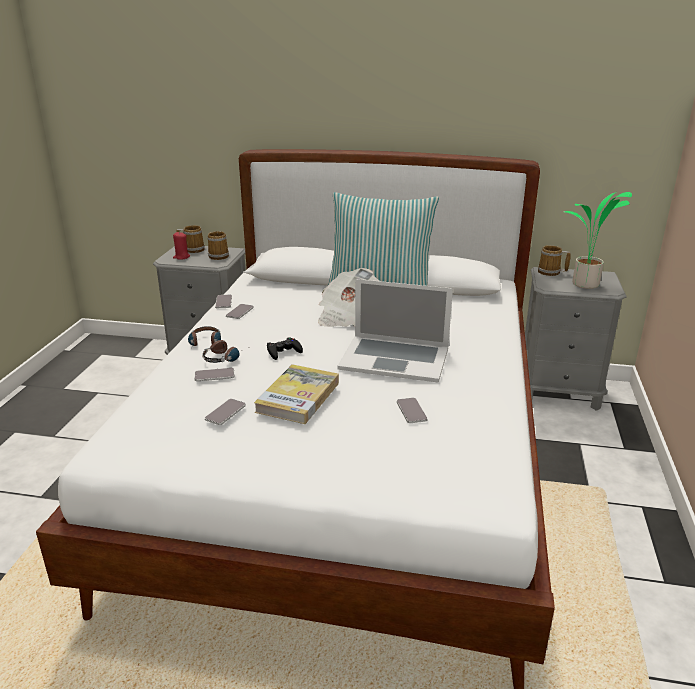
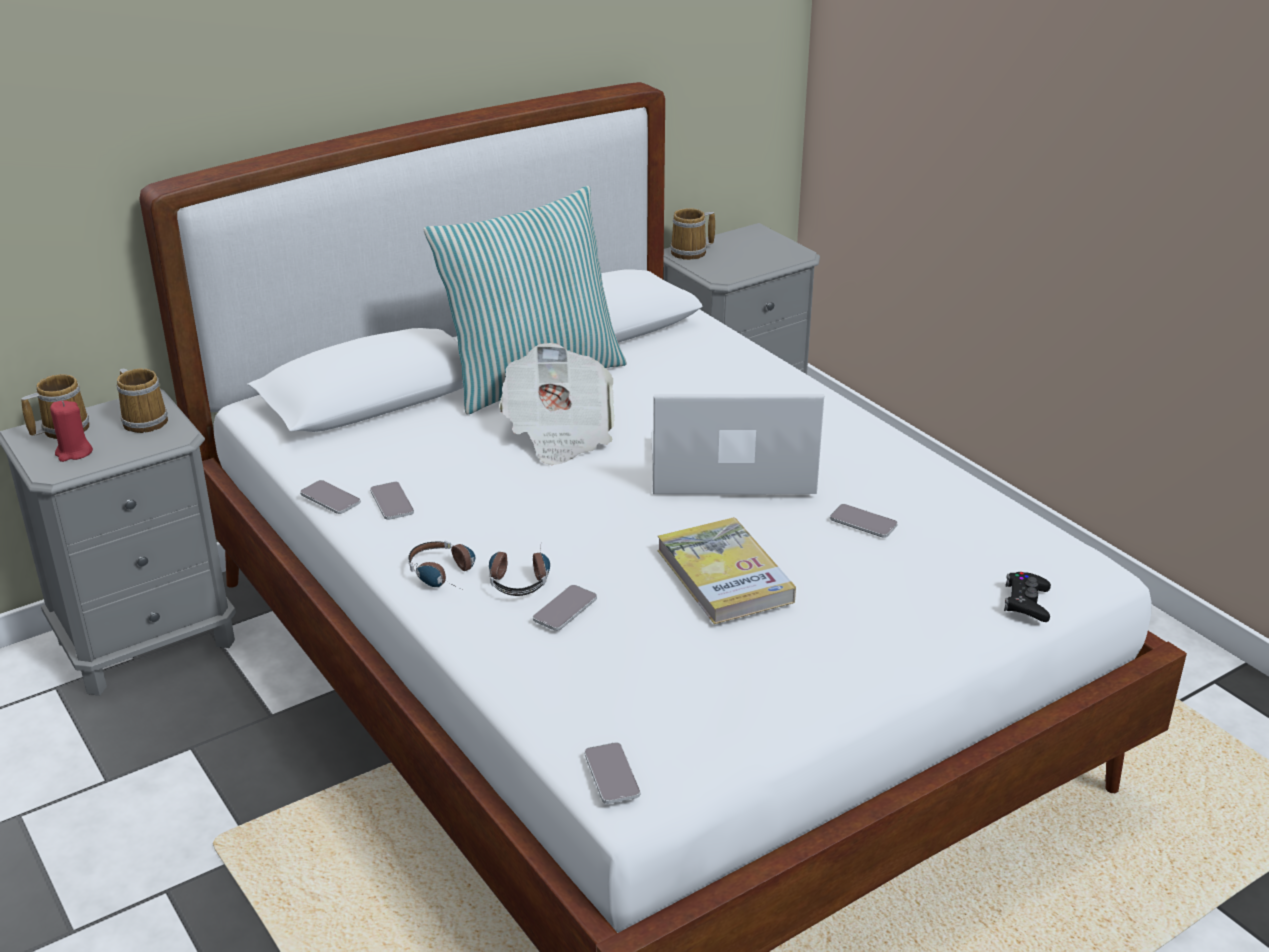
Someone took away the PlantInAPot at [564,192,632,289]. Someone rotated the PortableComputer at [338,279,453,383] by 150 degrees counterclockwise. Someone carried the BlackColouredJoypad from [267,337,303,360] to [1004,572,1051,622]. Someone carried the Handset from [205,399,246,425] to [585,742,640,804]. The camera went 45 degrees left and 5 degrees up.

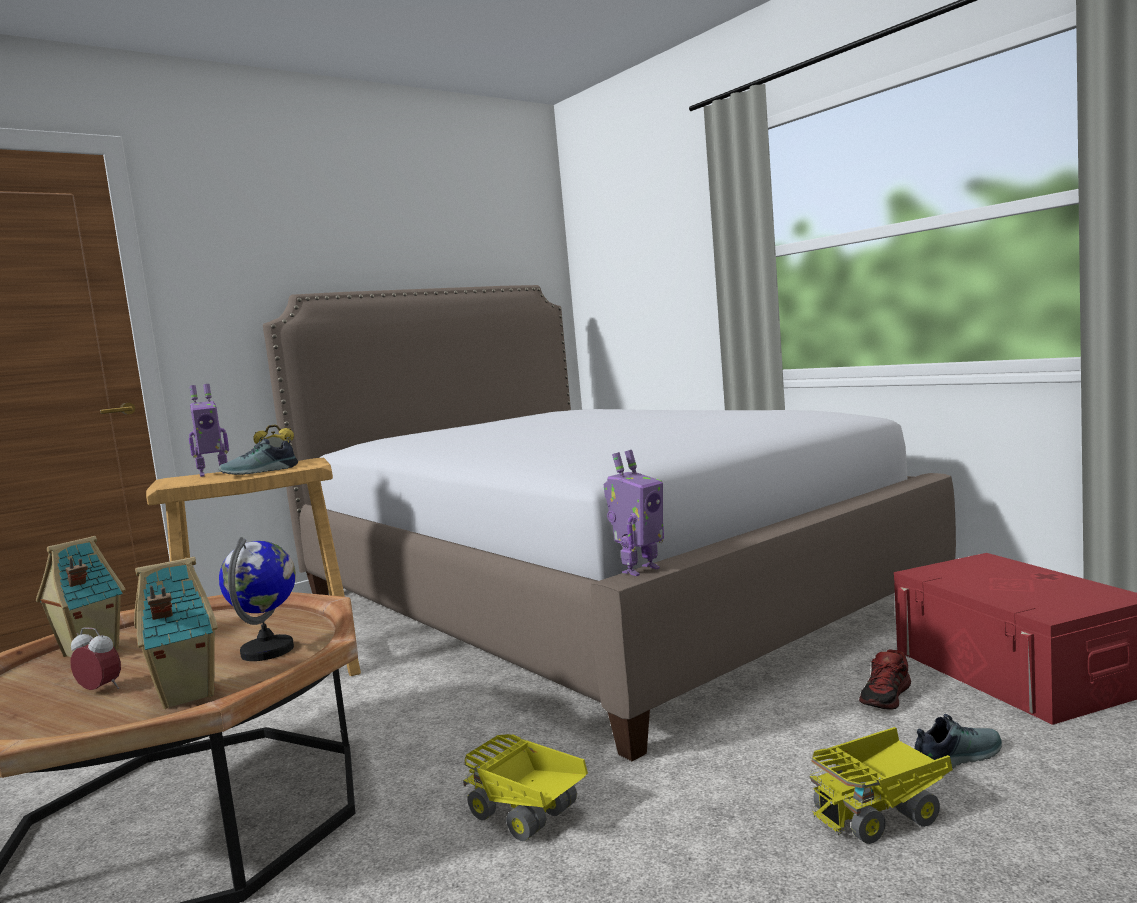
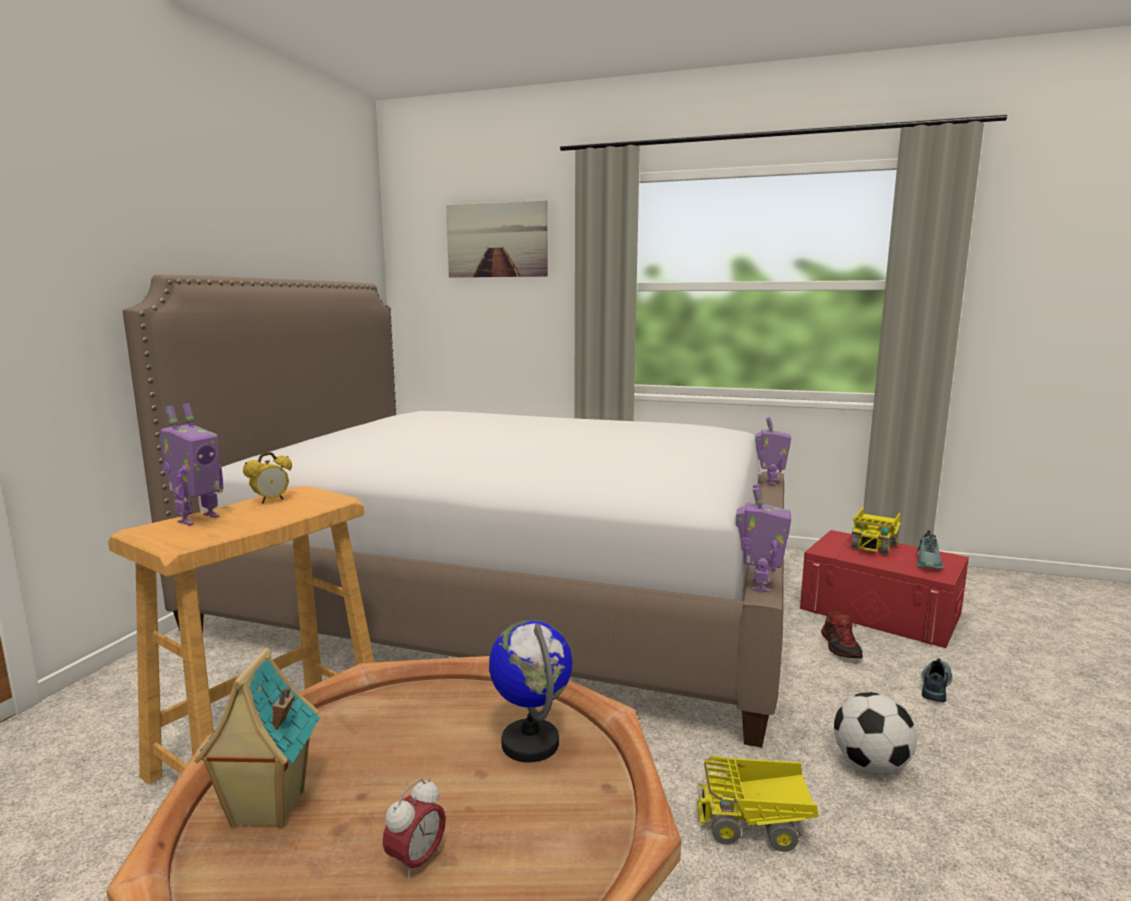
Someone carried the ItemOfFootwear from [219,437,298,475] to [916,530,944,569]. Someone took away the MiniatureHouse at [134,557,218,709]. Someone rotated the BedsideClock at [70,627,121,690] by 135 degrees clockwise. Someone carried the ToyLorry from [809,727,953,844] to [851,507,901,555]. Someone put up the Picture at [446,200,548,278]. Someone put down the RobotFigure at [755,417,791,486]. Someone put down the Football at [834,692,917,774]. The camera went 35 degrees left and 5 degrees up.

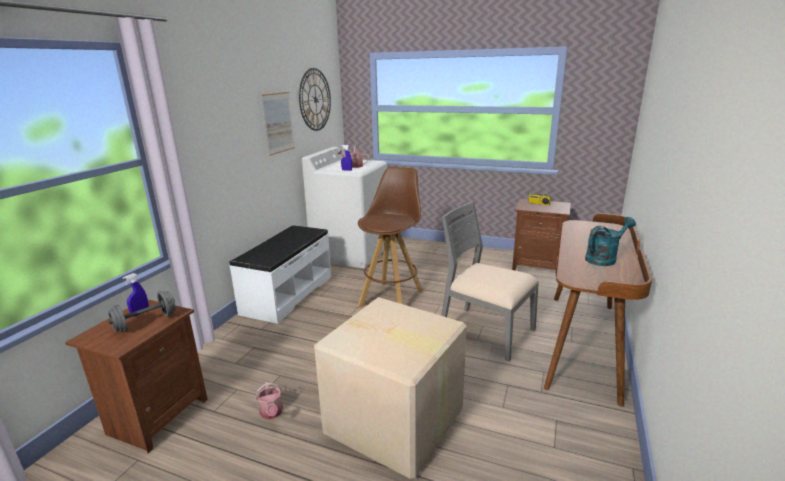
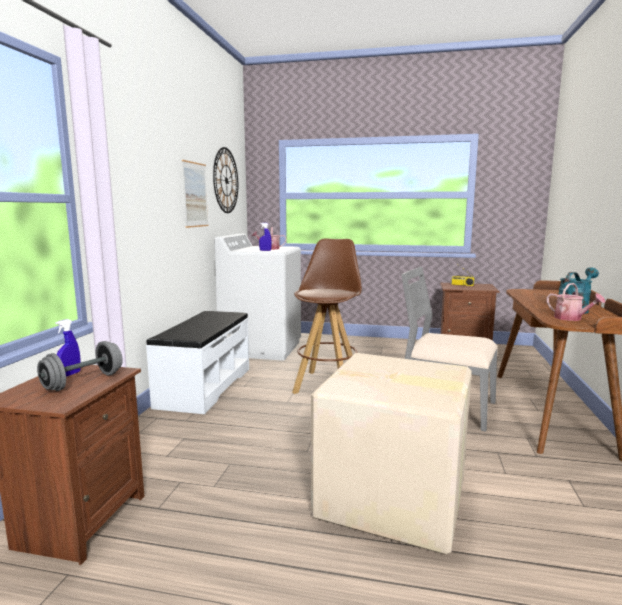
Someone carried the WateringCan from [256,382,283,419] to [546,283,605,321]. The camera went 10 degrees left and 10 degrees down.

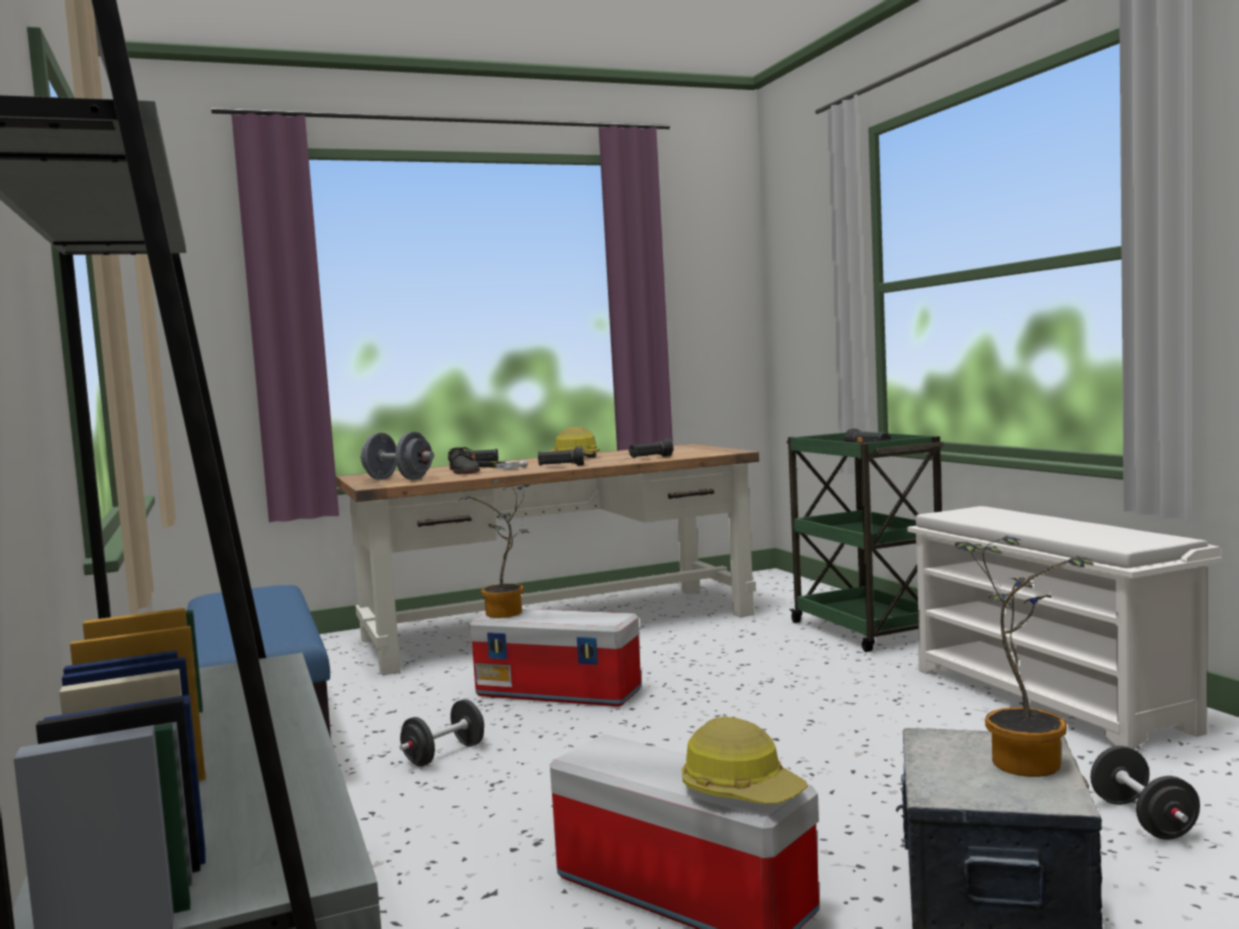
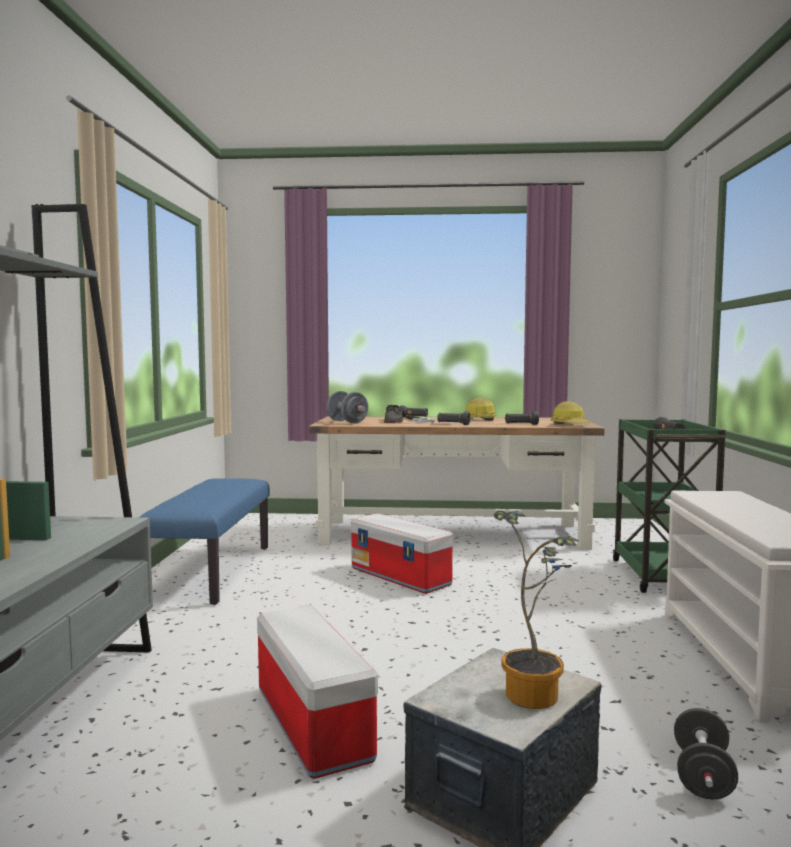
Someone took away the PlantInAPot at [459,479,530,618]. Someone took away the BlackColouredDumbbell at [400,699,484,767]. Someone carried the HardHat from [682,716,808,804] to [551,401,591,424]. The camera went 25 degrees right and 0 degrees up.

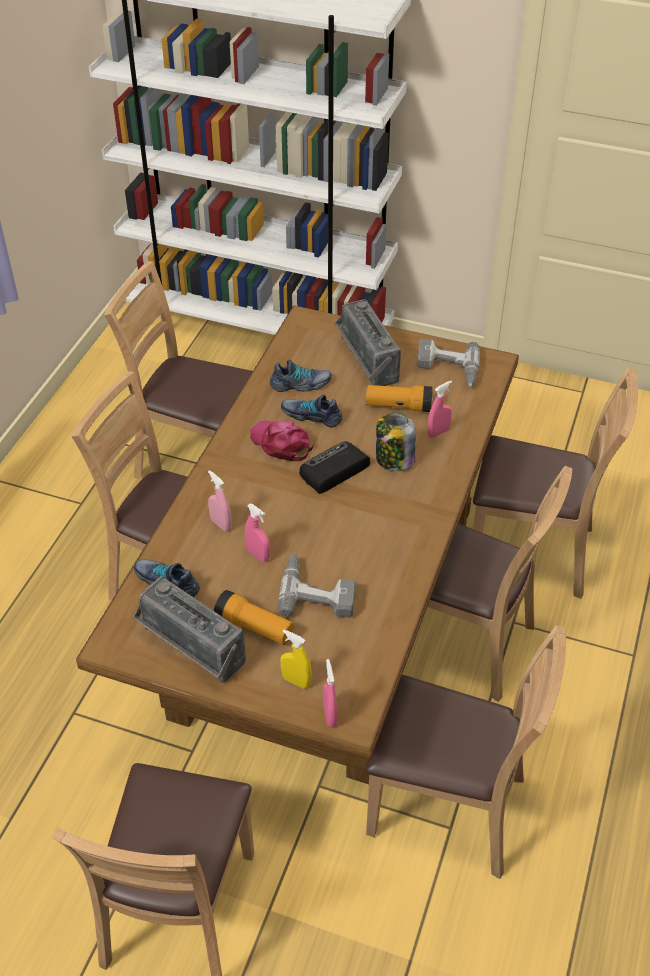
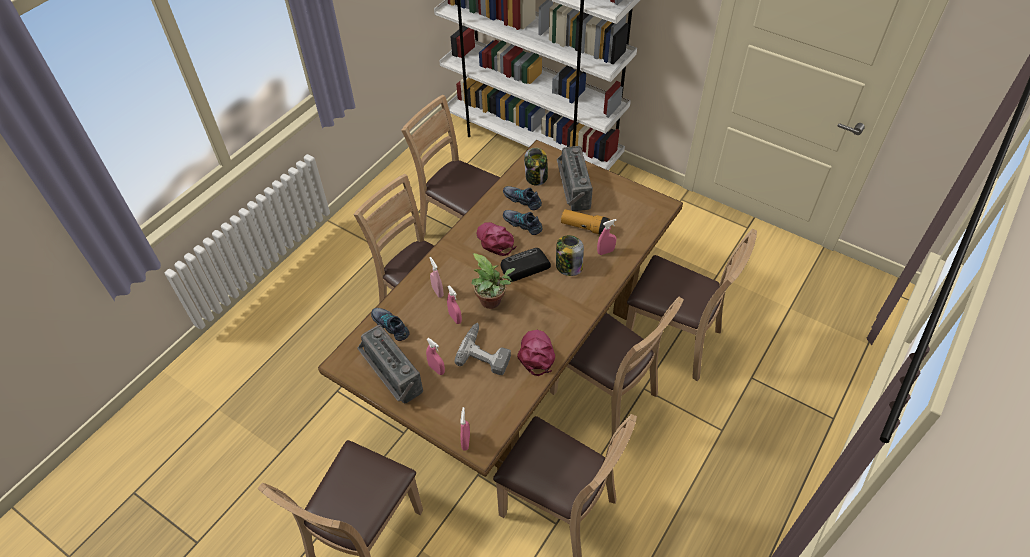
Someone took away the PowerDrill at [417,339,480,386]. Someone rotated the ItemOfFootwear at [270,359,332,392] by 150 degrees counterclockwise. Someone swapped the HandTorch at [214,590,294,645] for the PinkColouredHandSprayer at [426,338,445,375]. Someone took away the YellowHandSprayer at [280,629,312,689]. Someone put down the StorageJar at [524,148,548,186]. Someone put down the PlantInAPot at [471,253,515,309]. Someone put down the PinkColouredBaseballCap at [517,330,555,376]. The camera went 15 degrees right and 5 degrees up.

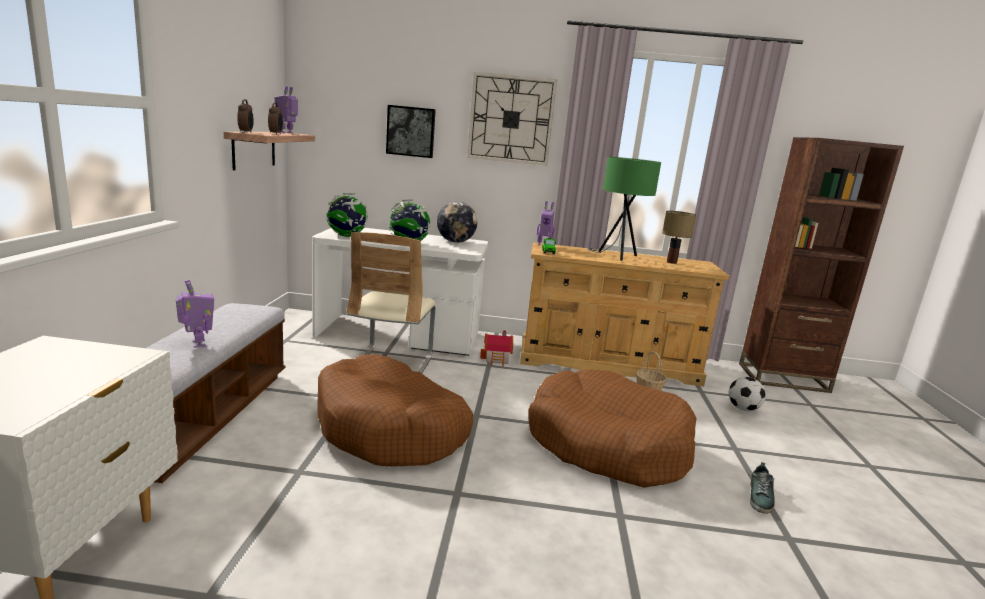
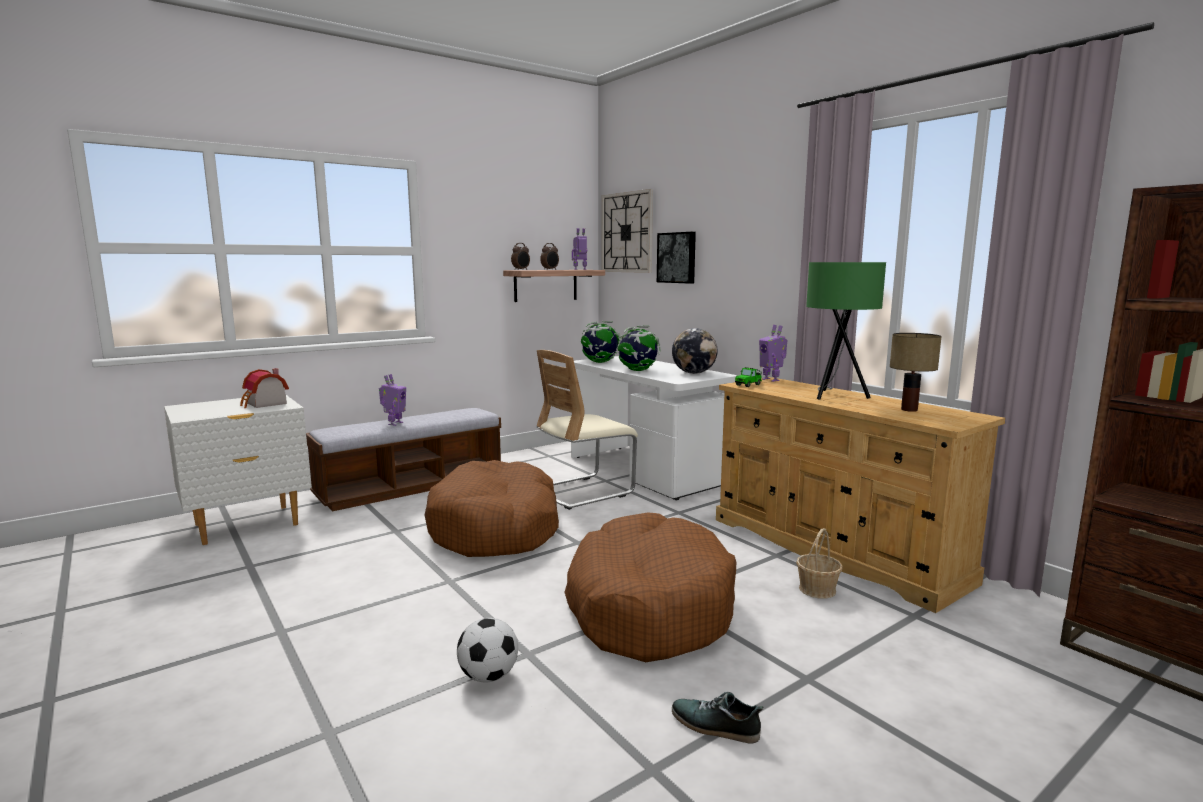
Someone carried the ClockOnTheWall from [467,72,557,166] to [601,189,653,273]. Someone carried the MiniatureHouse from [480,330,513,366] to [240,368,289,408]. Someone carried the Football from [729,377,766,411] to [457,618,518,682]. Someone rotated the ItemOfFootwear at [750,462,775,514] by 45 degrees clockwise. The camera went 50 degrees right and 5 degrees down.

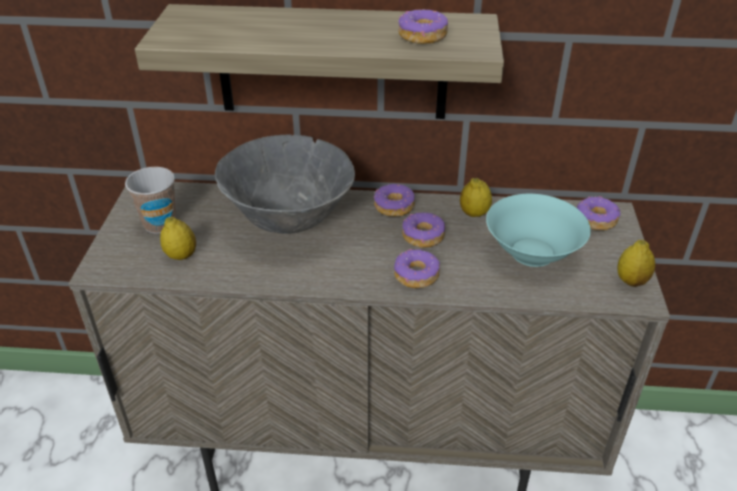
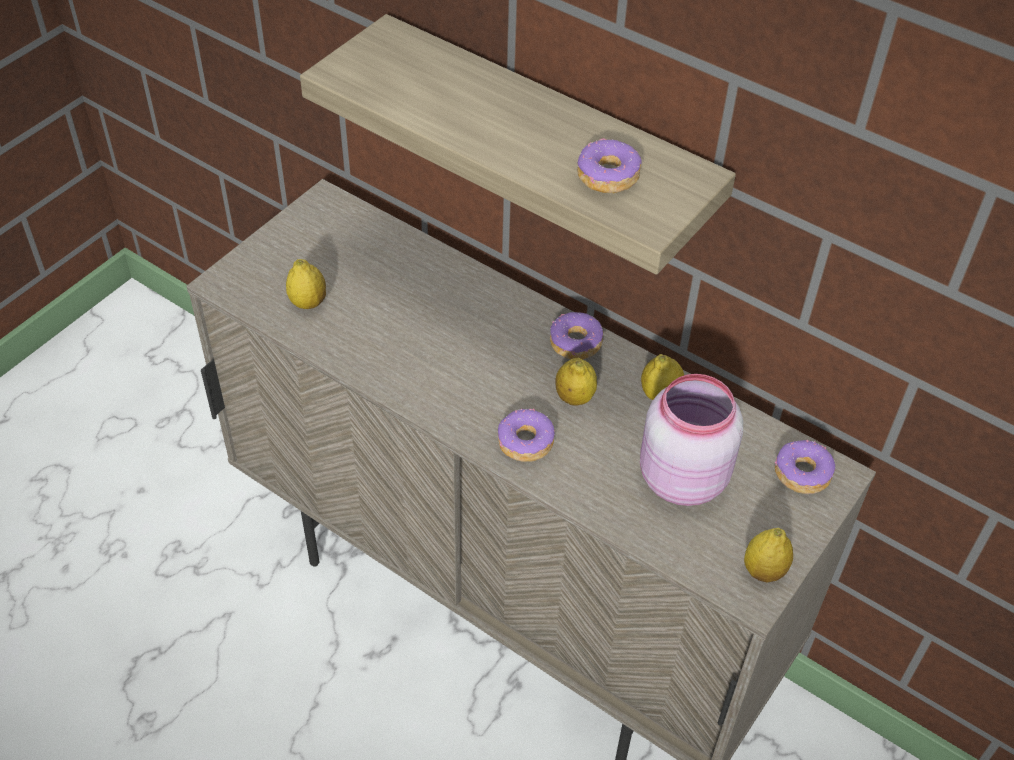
Someone took away the GreyishBowl at [215,134,355,234]. Someone took away the DrinkingCup at [125,167,176,234]. Someone swapped the TurquoiseBowl at [486,194,591,267] for the PinkColouredStorageJar at [640,374,743,506]. Someone swapped the RingDoughnut at [402,212,445,248] for the WholeLemon at [555,358,597,406]. The camera went 30 degrees right and 10 degrees up.

